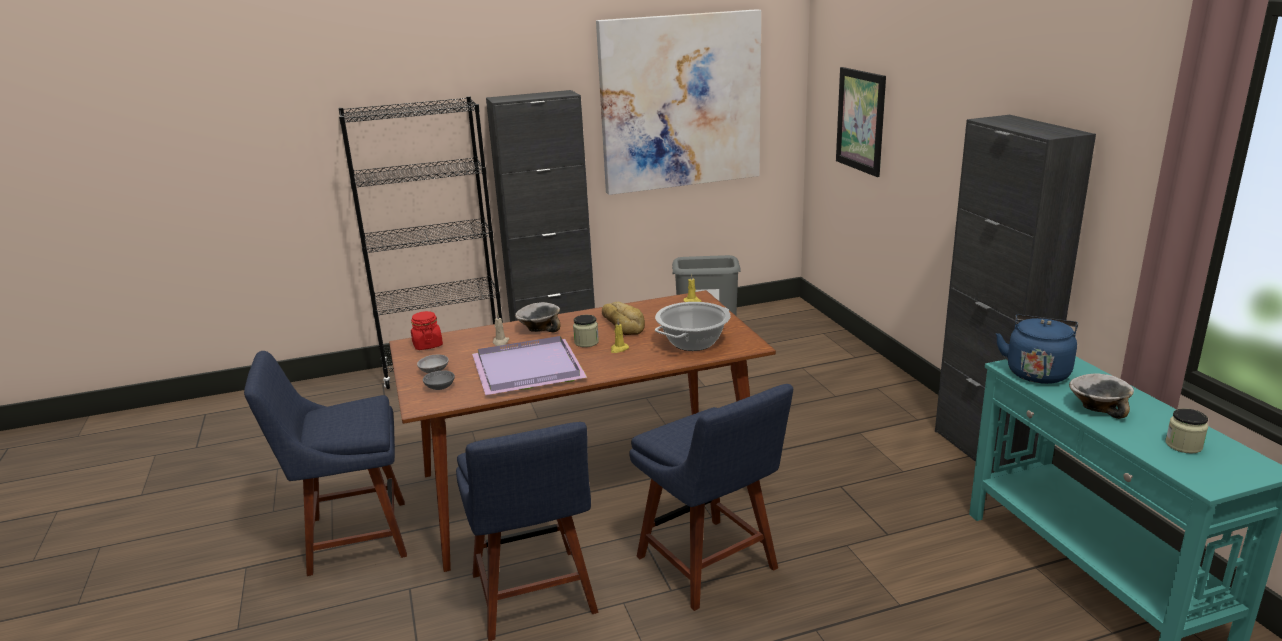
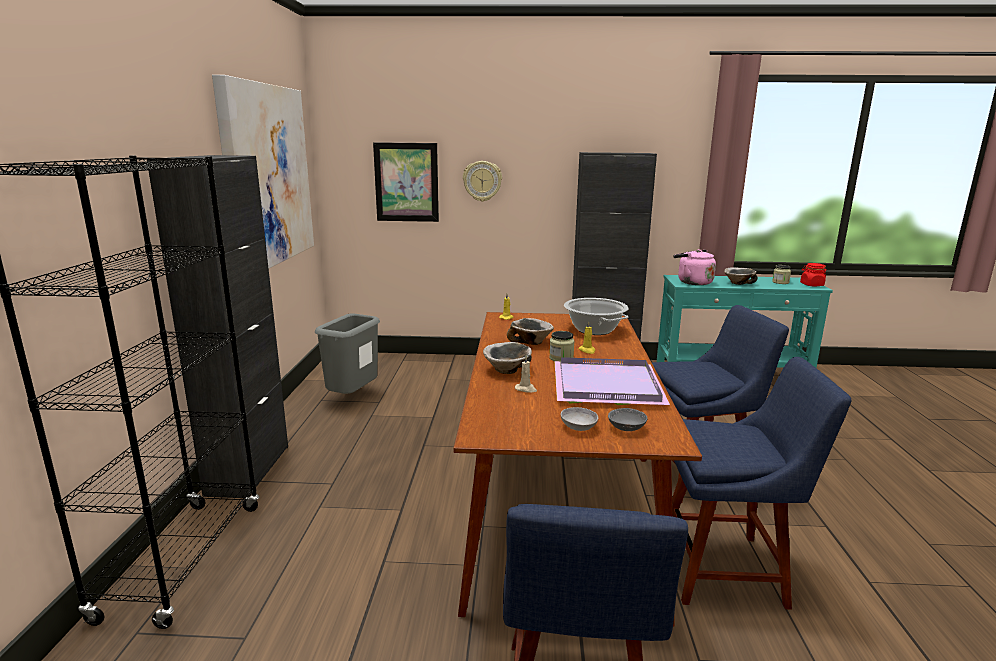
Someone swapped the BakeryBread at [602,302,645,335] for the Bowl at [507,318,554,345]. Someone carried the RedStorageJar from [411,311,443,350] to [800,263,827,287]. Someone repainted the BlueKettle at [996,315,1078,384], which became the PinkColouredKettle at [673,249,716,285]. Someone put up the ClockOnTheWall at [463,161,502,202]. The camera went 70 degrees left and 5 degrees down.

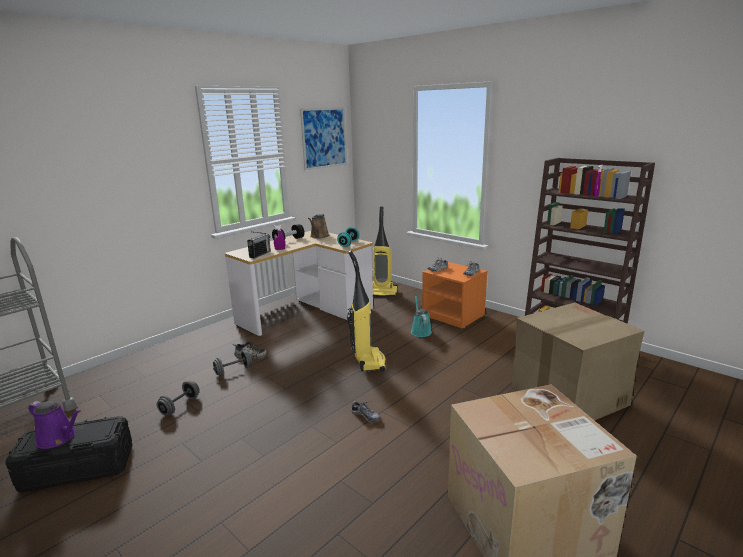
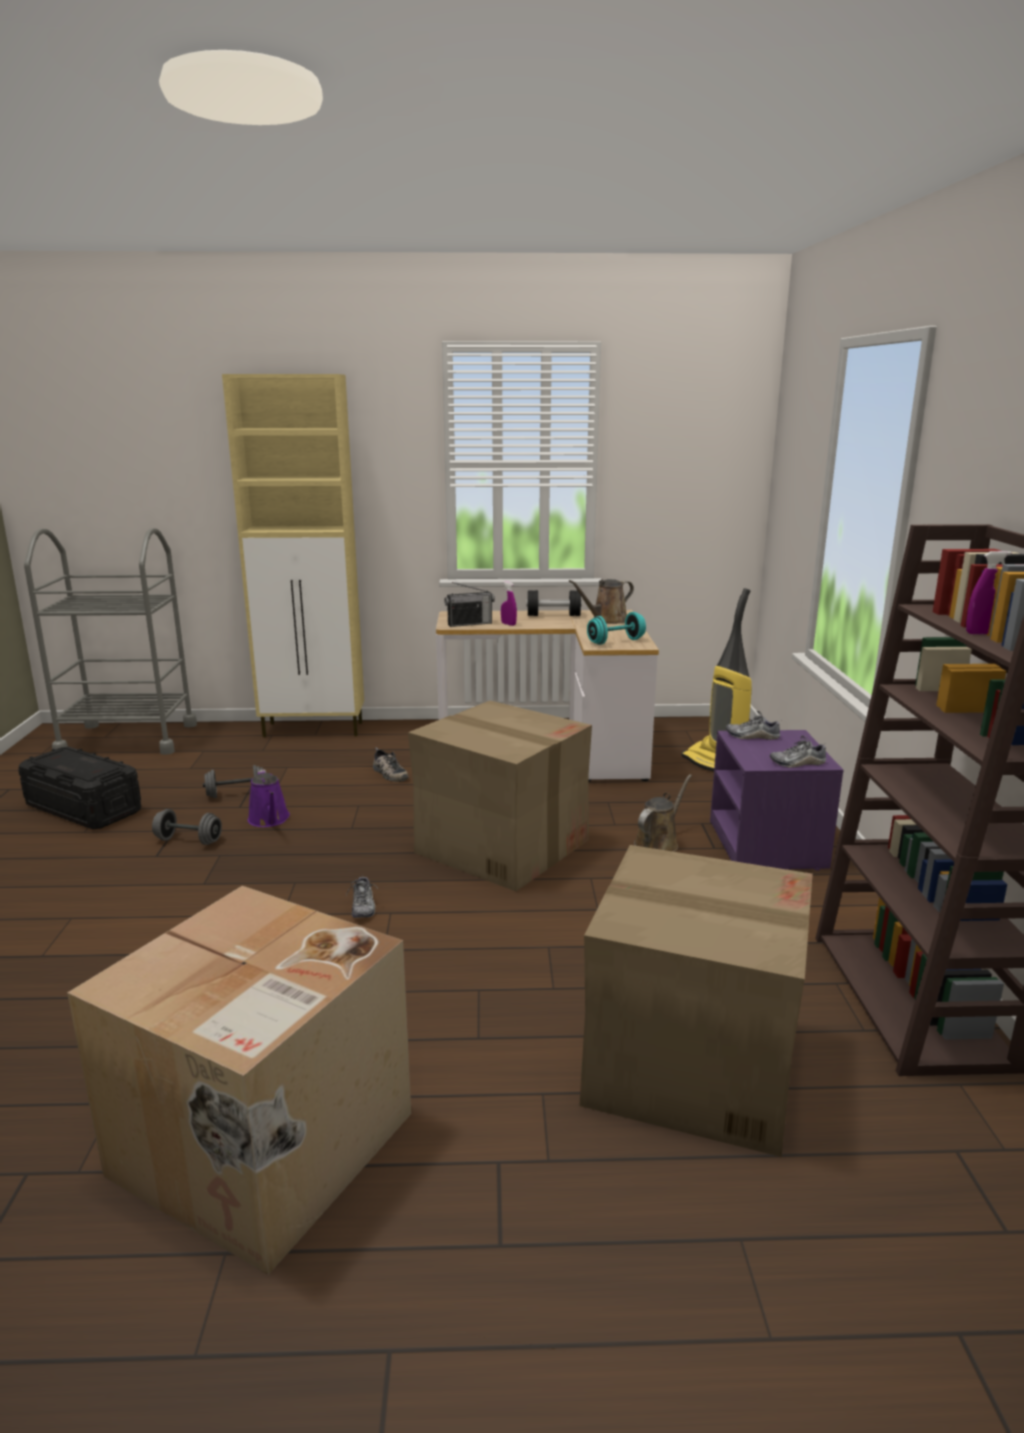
Someone took away the Picture at [300,107,347,171]. Someone swapped the Hoover at [347,250,386,372] for the CardboardBox at [408,701,592,891]. Someone repainted the OrangeyNightstand at [422,262,487,328], which became the PurpleNightstand at [710,730,844,871]. Someone repainted the TurquoiseWateringCan at [411,296,432,337], which became the BrownWateringCan at [634,774,692,852]. Someone carried the GreyishDumbbell from [213,350,252,376] to [152,809,222,845]. Someone carried the PurpleWateringCan from [28,401,81,449] to [248,769,290,827]. Someone put down the BeigeColouredCabinet at [222,374,364,737]. The camera went 45 degrees right and 0 degrees up.

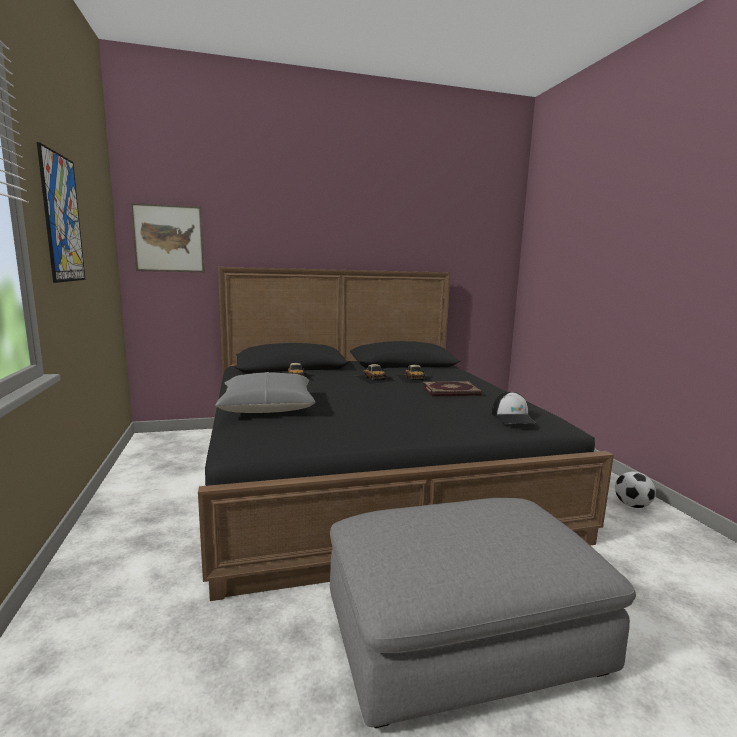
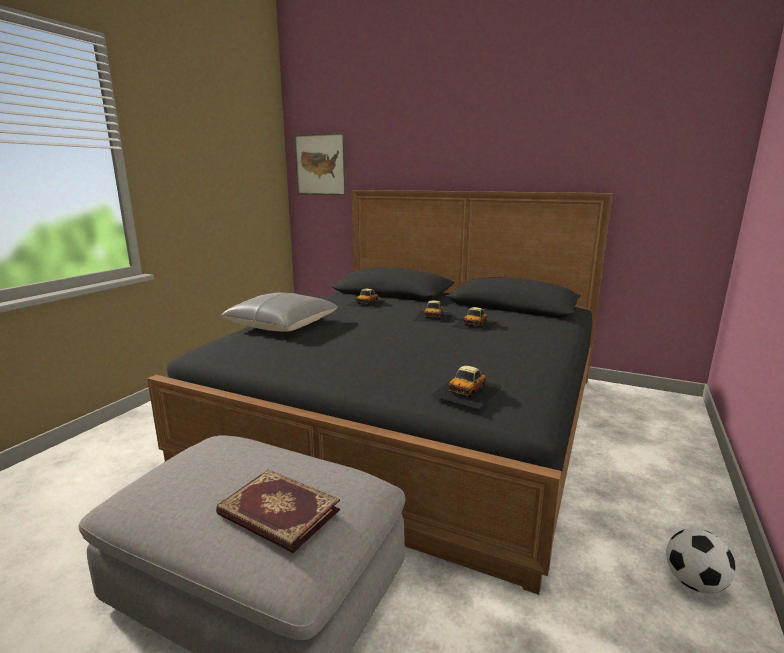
Someone took away the Picture at [37,142,85,283]. Someone carried the Book from [422,381,482,397] to [216,469,340,553]. Someone swapped the BaseballCap at [492,392,536,424] for the ModelCar at [431,366,503,409]. The camera went 40 degrees right and 5 degrees up.

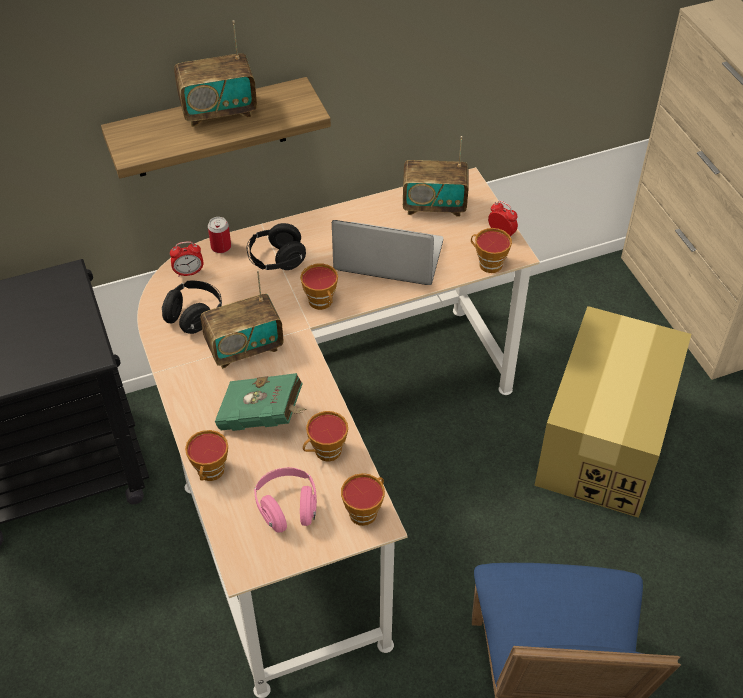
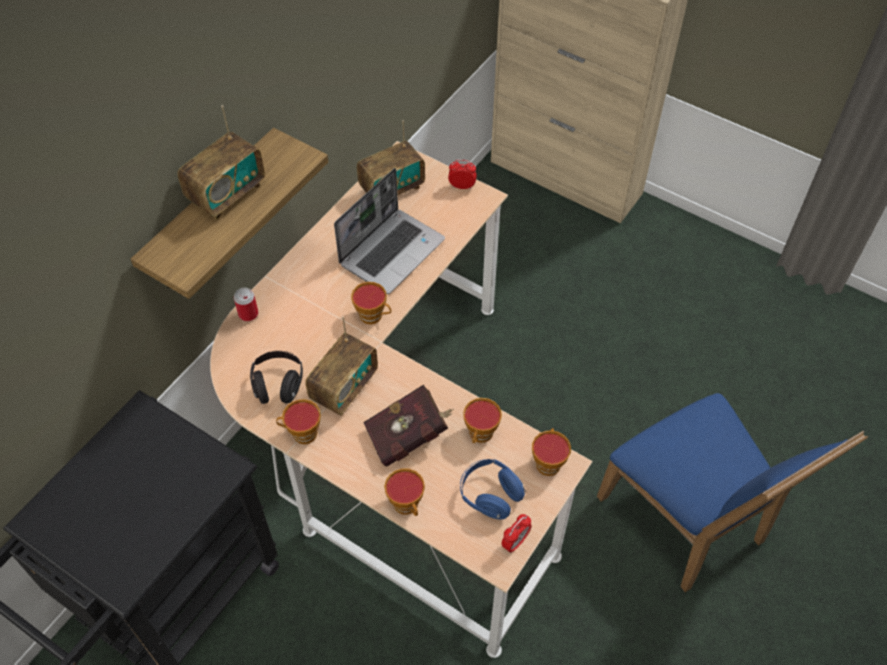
Someone rotated the PortableComputer at [332,220,443,285] by 150 degrees clockwise. Someone took away the BlackColouredHeadset at [247,223,306,270]. Someone carried the DrinkingCup from [471,228,512,273] to [276,399,321,444]. Someone carried the BedsideClock from [170,241,204,277] to [502,514,532,553]. Someone took away the CardboardBox at [534,306,691,518]. Someone repainted the GreenBook at [215,373,307,431], which became the RedBook at [363,384,454,466]. Someone repainted the PinkColouredHeadset at [254,467,317,533], which became the BlueHeadset at [460,459,526,519]. The camera went 35 degrees left and 5 degrees up.

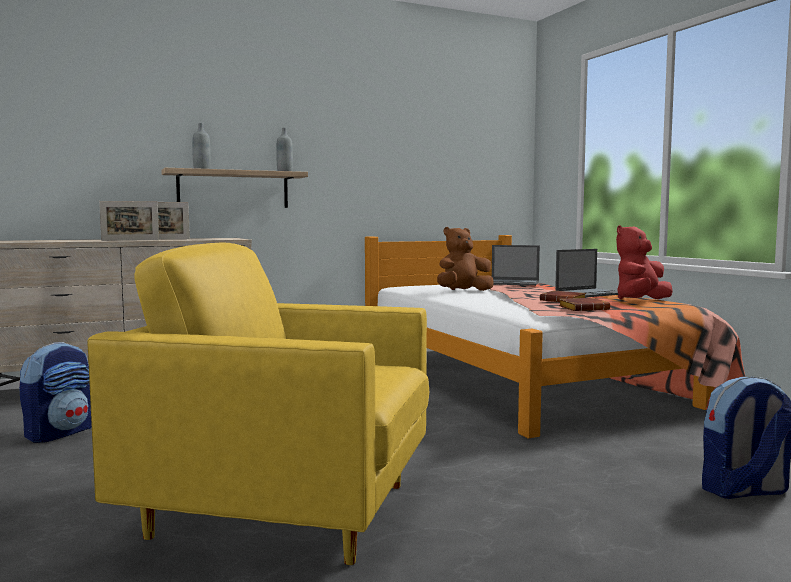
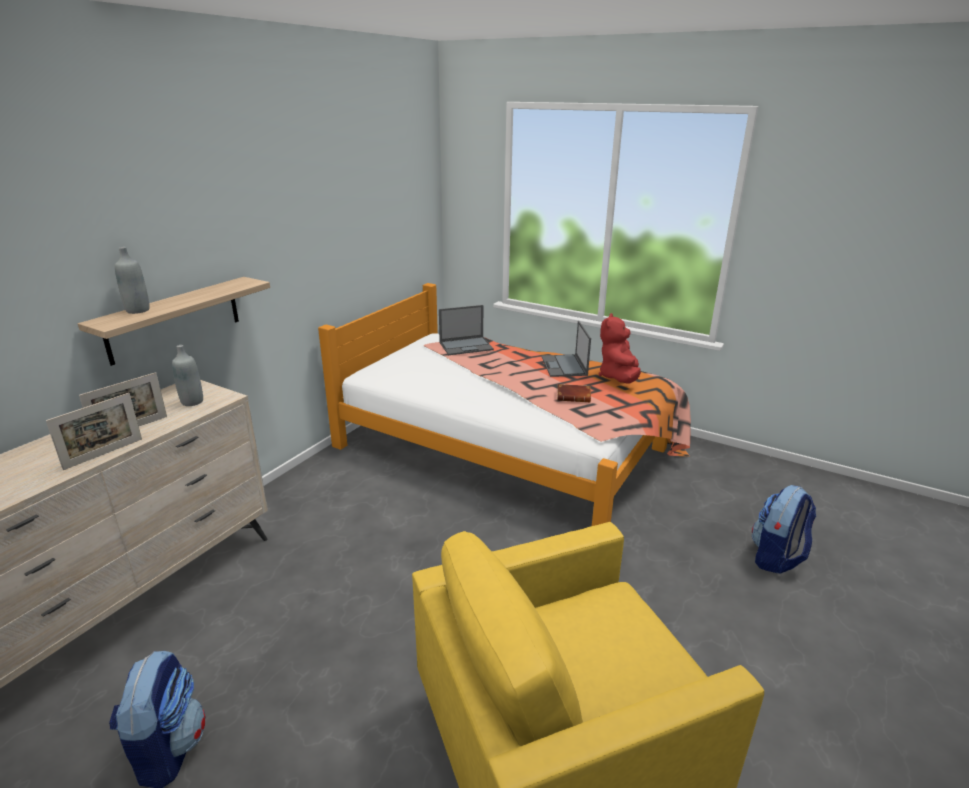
Someone carried the GreyishDrinkBottle from [276,128,293,171] to [172,345,203,406]. Someone took away the BrownCuddlyToy at [437,227,494,291]. Someone rotated the PortableComputer at [555,249,618,297] by 150 degrees clockwise. Someone took away the BrownBook at [559,298,610,311]. The camera went 35 degrees left and 20 degrees up.

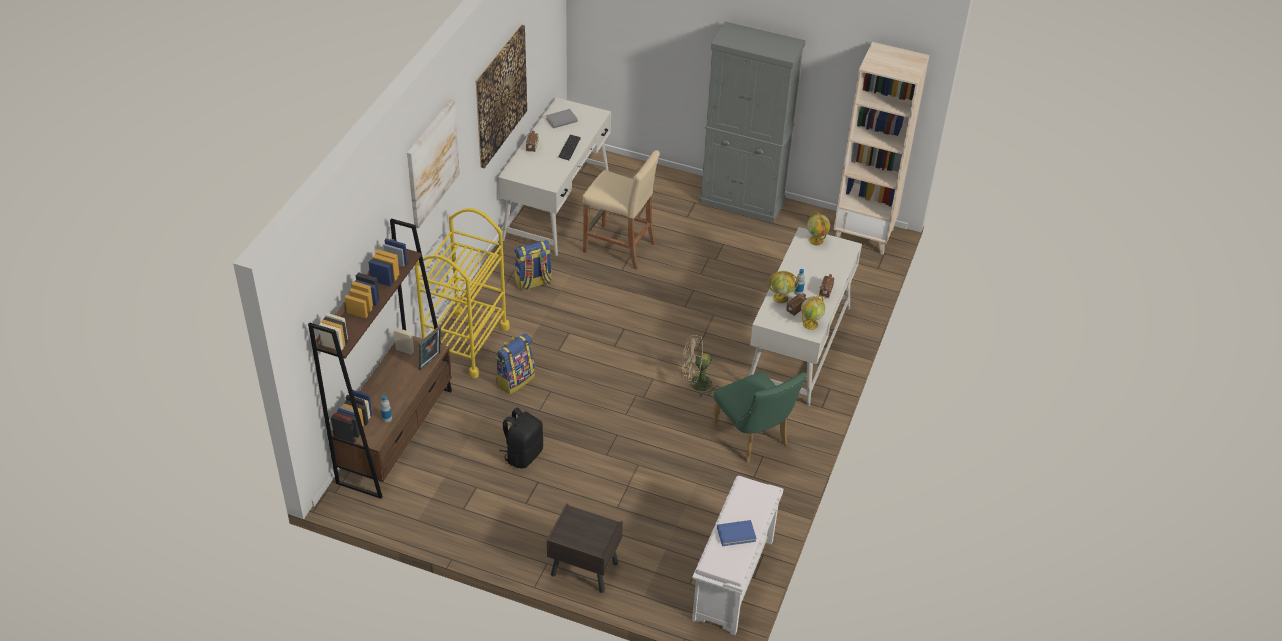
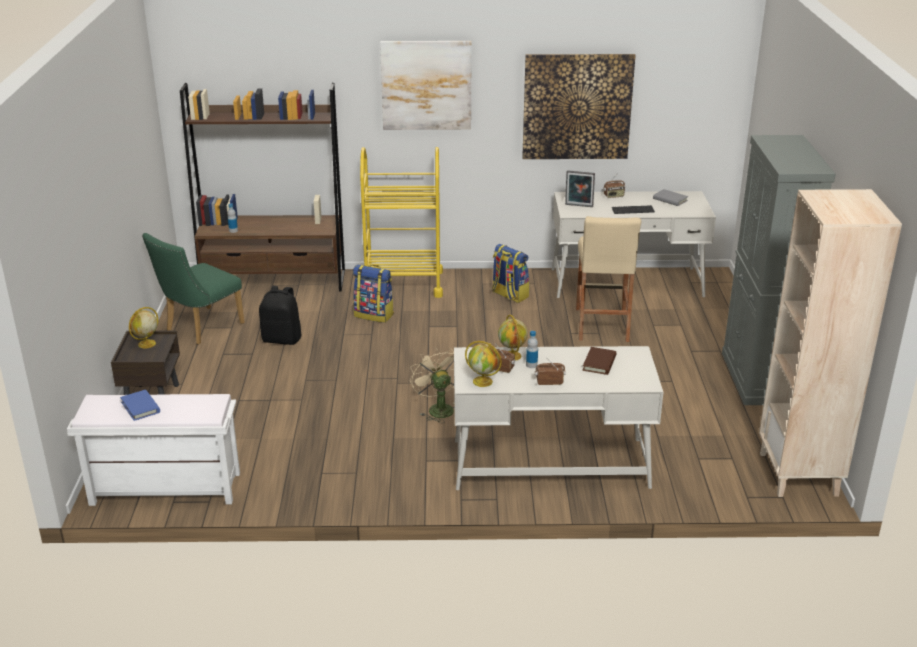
Someone carried the Globe from [807,211,830,245] to [129,307,158,348]. Someone carried the StandingFrame from [419,326,441,370] to [565,170,595,207]. Someone carried the GreenChair from [712,371,806,463] to [142,233,245,345]. Someone put down the BrownBook at [582,347,616,375]. The camera went 70 degrees right and 15 degrees down.

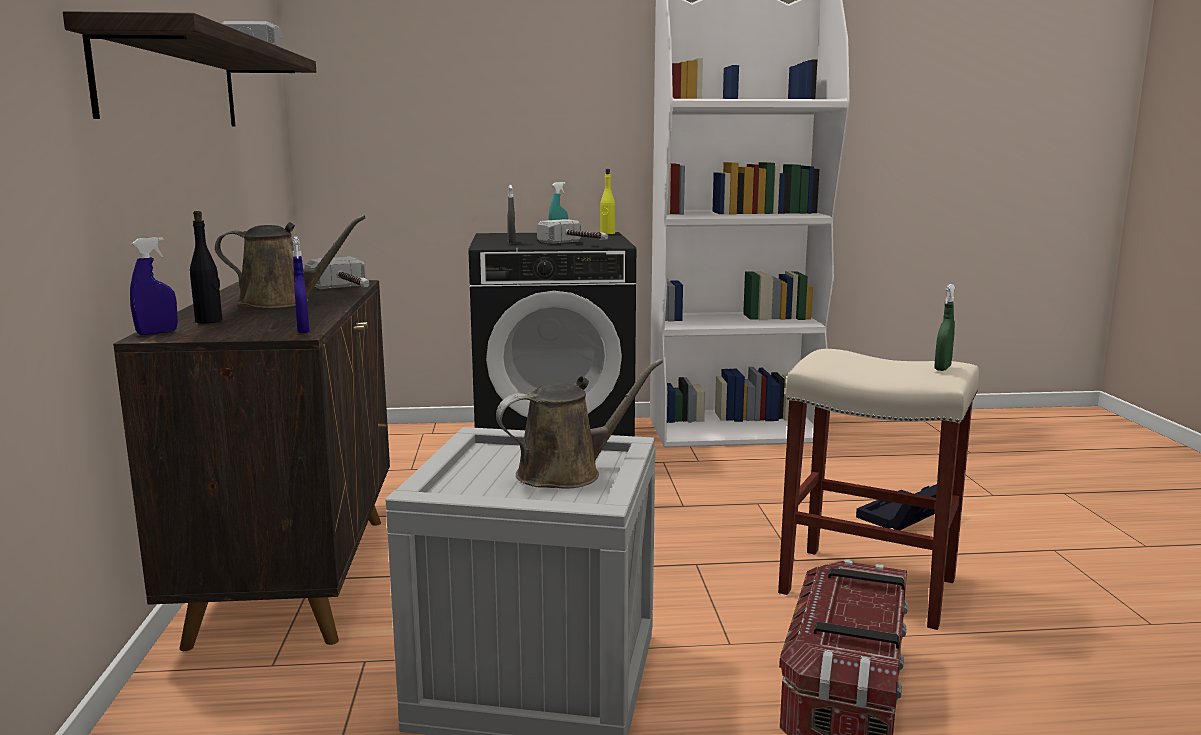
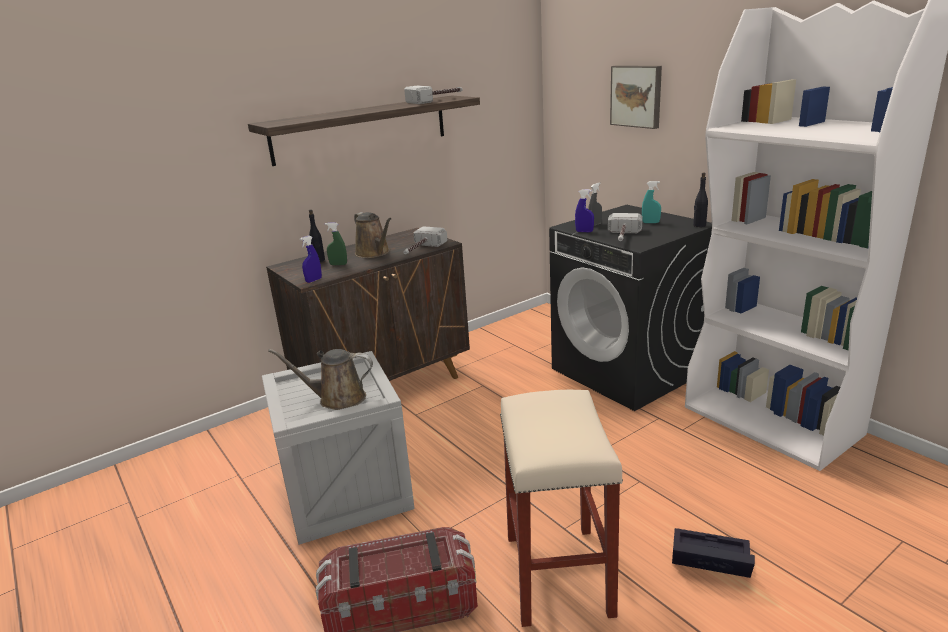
Someone repainted the YellowDrinkBottle at [600,169,615,234], which became the BlackColouredDrinkBottle at [693,172,708,227]. Someone carried the BlueHandSprayer from [130,237,178,335] to [575,189,594,232]. Someone carried the GreenHandSprayer from [934,284,955,371] to [325,222,347,265]. Someone rotated the BrownWateringCan at [496,359,663,489] by 150 degrees clockwise. Someone put up the Picture at [610,65,662,129]. The camera went 60 degrees right and 10 degrees up.

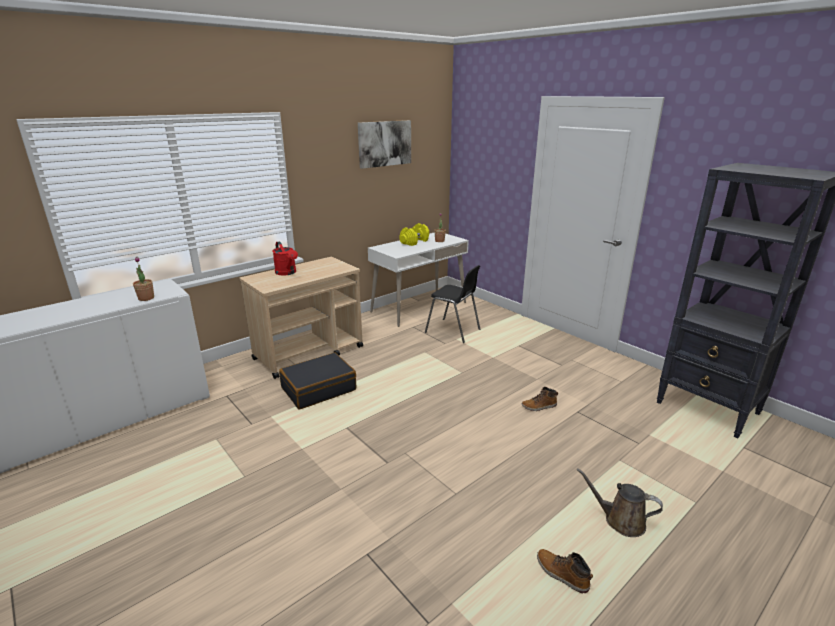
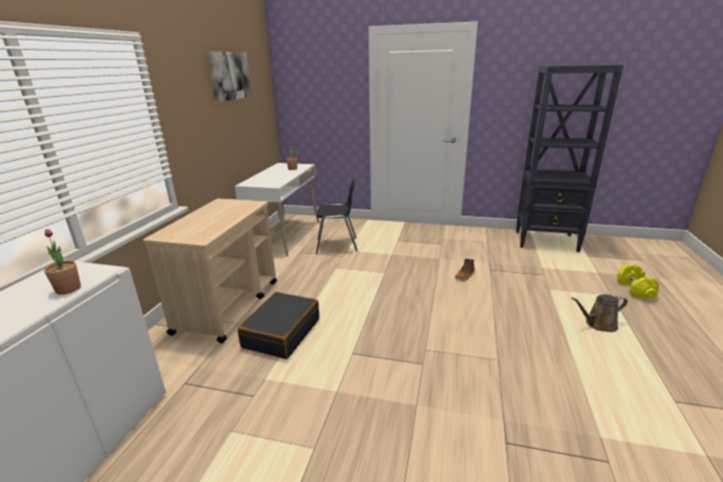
Someone carried the YellowDumbbell from [399,223,429,246] to [617,265,659,298]. Someone took away the RedWateringCan at [272,241,298,276]. Someone took away the Boot at [537,549,593,594]. The camera went 35 degrees left and 0 degrees up.

